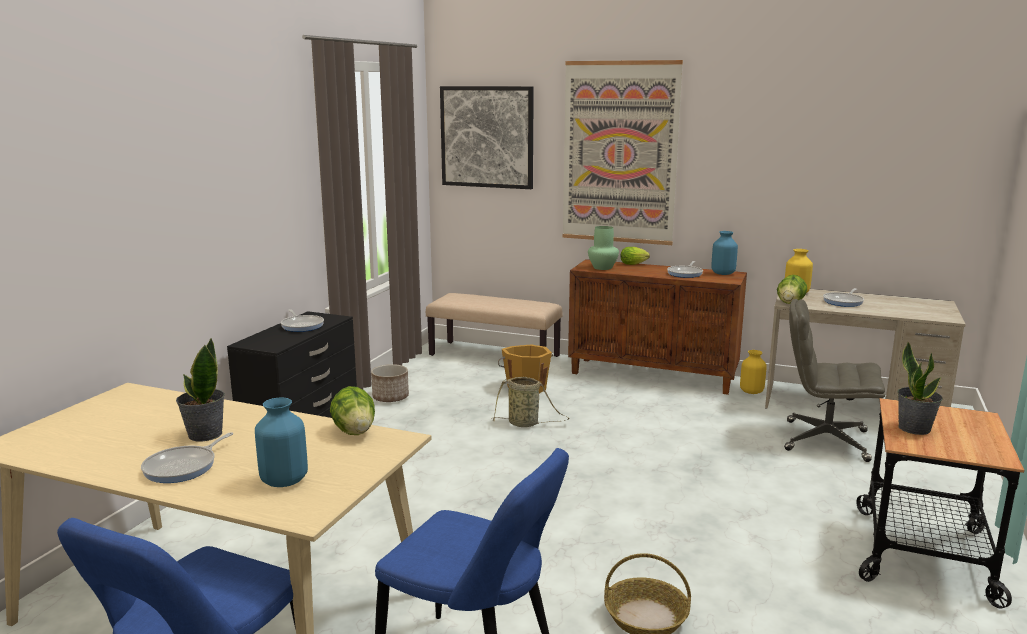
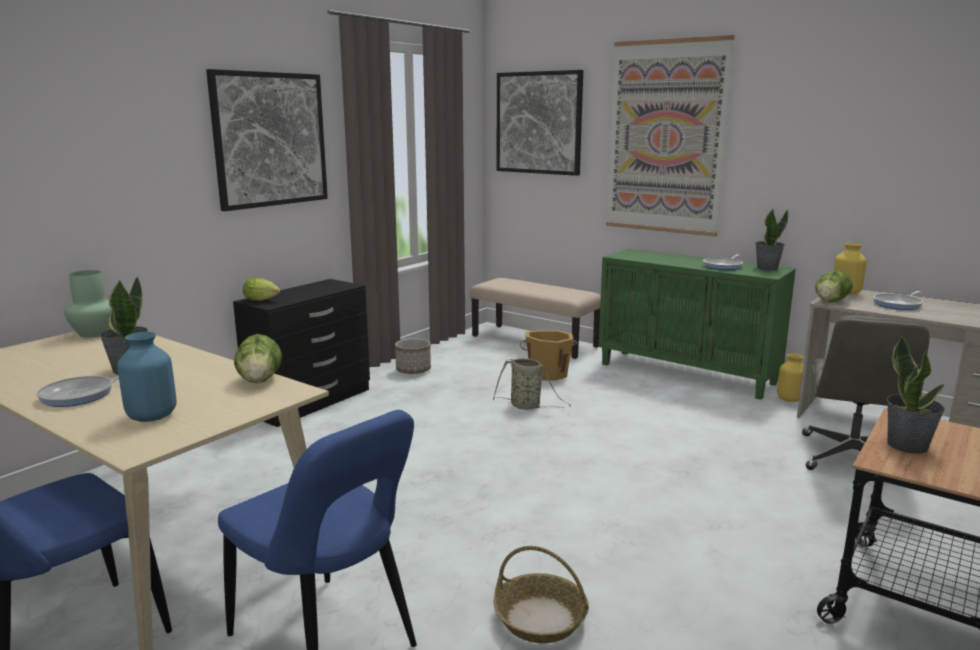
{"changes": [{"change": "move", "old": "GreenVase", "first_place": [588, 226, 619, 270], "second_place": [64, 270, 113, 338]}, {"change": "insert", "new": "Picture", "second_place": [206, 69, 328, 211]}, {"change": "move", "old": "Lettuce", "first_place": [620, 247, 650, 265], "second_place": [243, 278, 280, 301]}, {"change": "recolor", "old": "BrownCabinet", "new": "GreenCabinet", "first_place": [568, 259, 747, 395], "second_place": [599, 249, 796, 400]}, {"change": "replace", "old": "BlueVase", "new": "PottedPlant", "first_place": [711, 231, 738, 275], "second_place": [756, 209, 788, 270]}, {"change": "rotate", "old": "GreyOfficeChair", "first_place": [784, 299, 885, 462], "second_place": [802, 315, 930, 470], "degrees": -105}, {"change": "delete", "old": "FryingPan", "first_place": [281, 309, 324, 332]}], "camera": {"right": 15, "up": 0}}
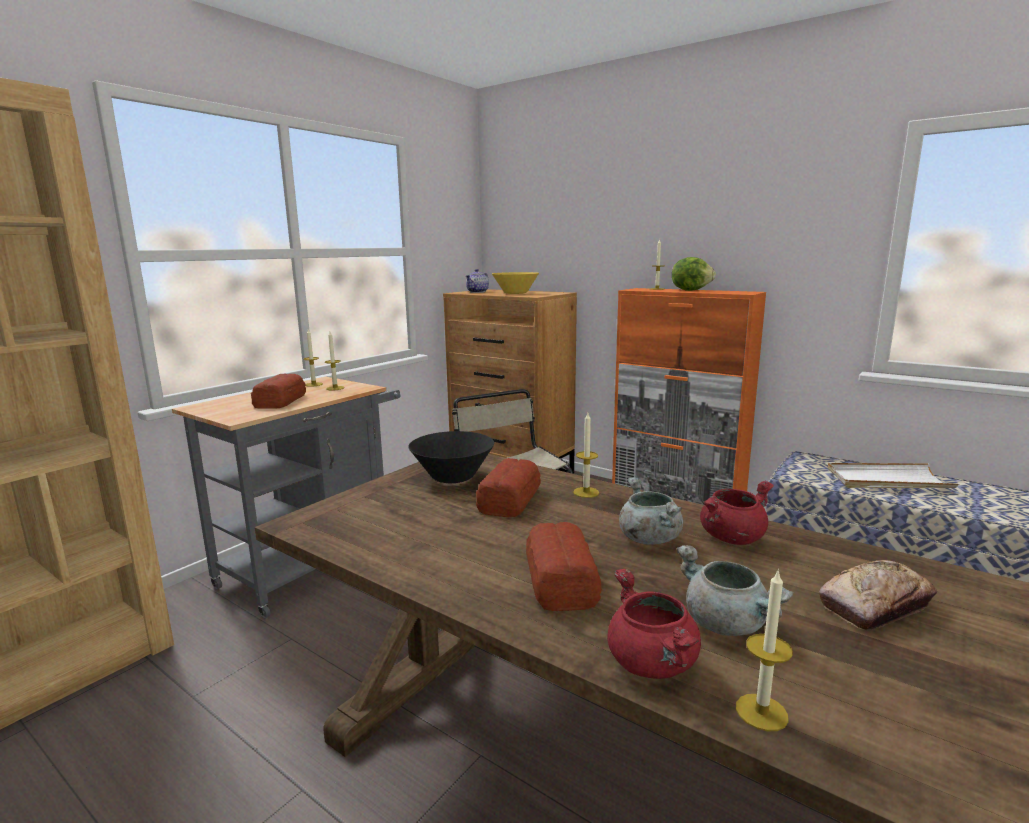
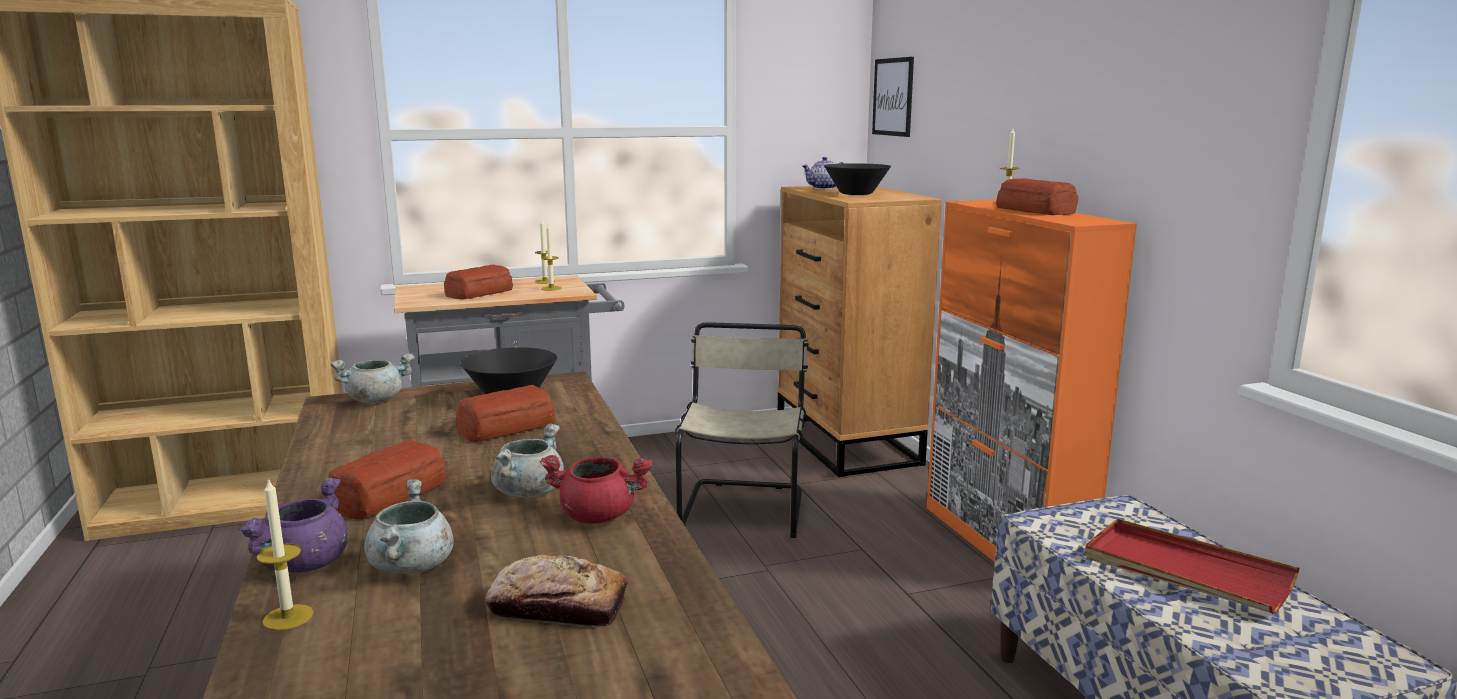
{"changes": [{"change": "recolor", "old": "RedCookingPot", "new": "PurpleCookingPot", "first_place": [607, 568, 701, 679], "second_place": [238, 477, 348, 573]}, {"change": "insert", "new": "GreyCookingPot", "second_place": [330, 353, 415, 403]}, {"change": "recolor", "old": "YellowBowl", "new": "BlackBowl", "first_place": [492, 272, 539, 294], "second_place": [824, 163, 891, 195]}, {"change": "insert", "new": "Picture", "second_place": [872, 57, 914, 137]}, {"change": "replace", "old": "Lettuce", "new": "Bread", "first_place": [672, 257, 716, 291], "second_place": [996, 178, 1078, 215]}, {"change": "recolor", "old": "WhiteTray", "new": "RedTray", "first_place": [828, 463, 959, 488], "second_place": [1085, 519, 1300, 613]}, {"change": "delete", "old": "Candle", "first_place": [573, 413, 599, 498]}], "camera": {"right": 35, "up": 0}}
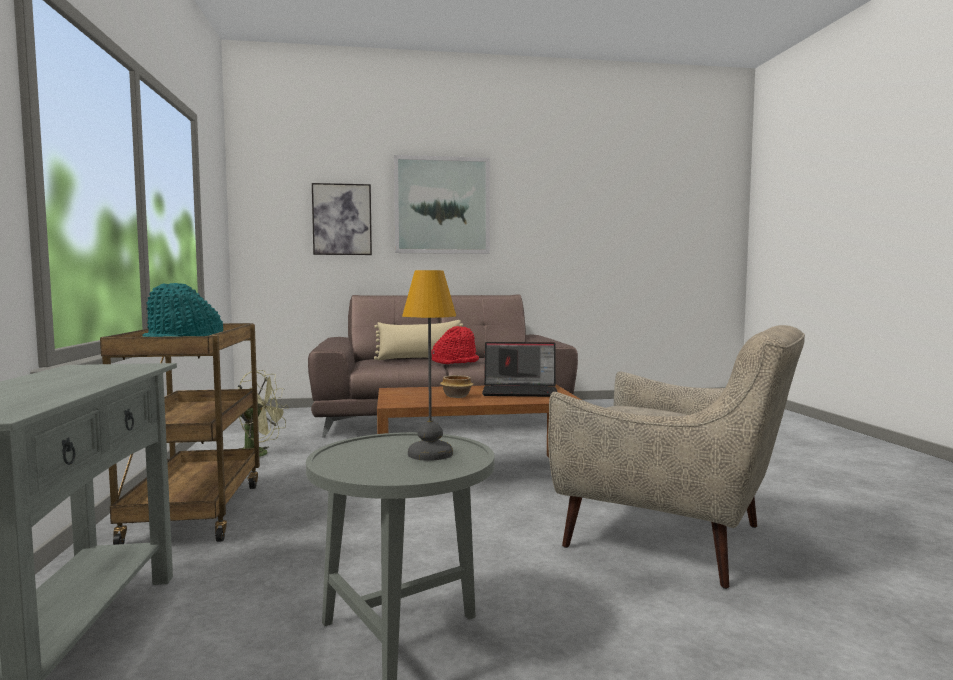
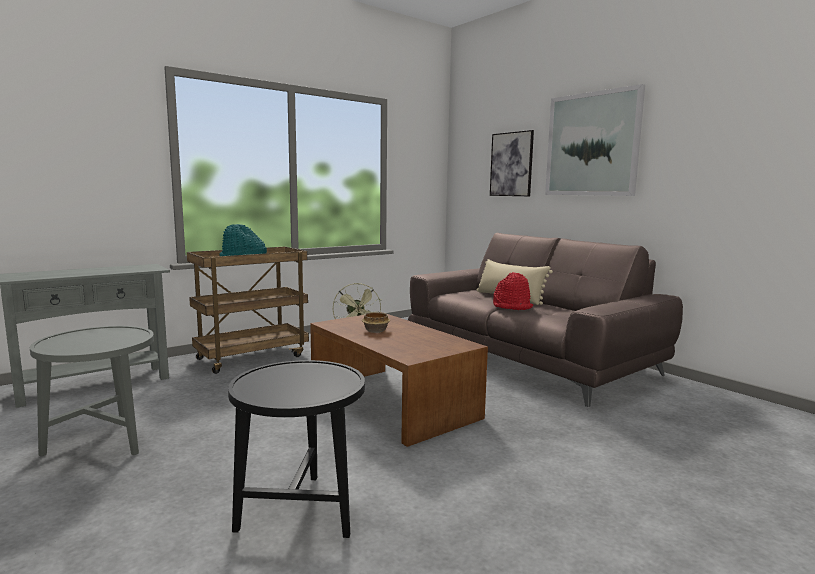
{"changes": [{"change": "replace", "old": "BeigeArmchair", "new": "BlackSideTable", "first_place": [548, 325, 805, 589], "second_place": [228, 360, 365, 538]}, {"change": "delete", "old": "TableLamp", "first_place": [402, 270, 456, 461]}, {"change": "delete", "old": "Laptop", "first_place": [482, 342, 557, 397]}], "camera": {"right": 60, "up": 5}}
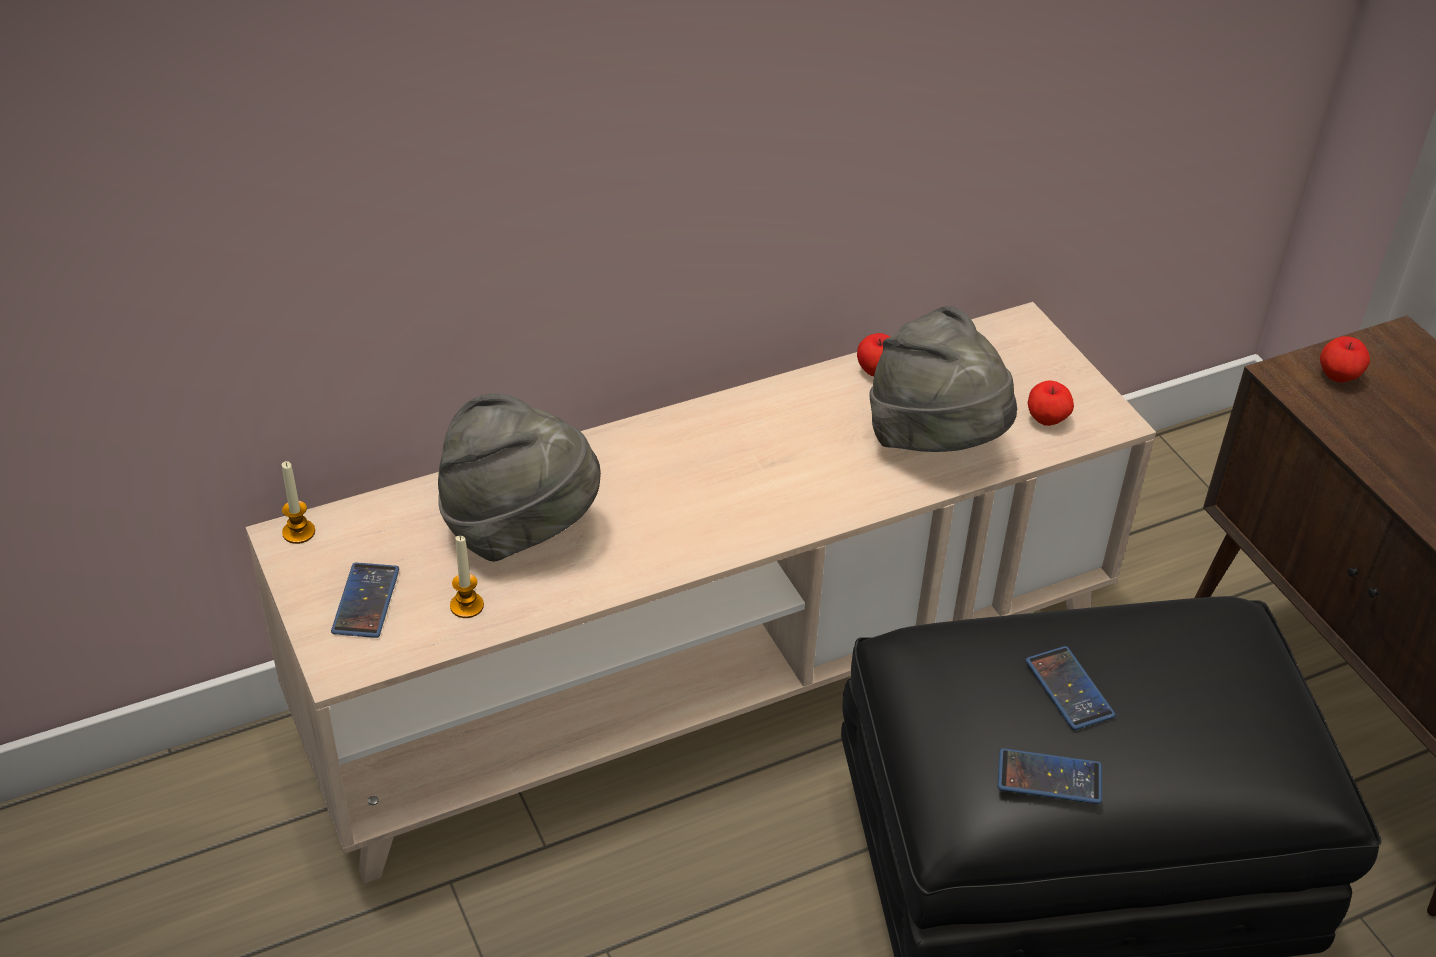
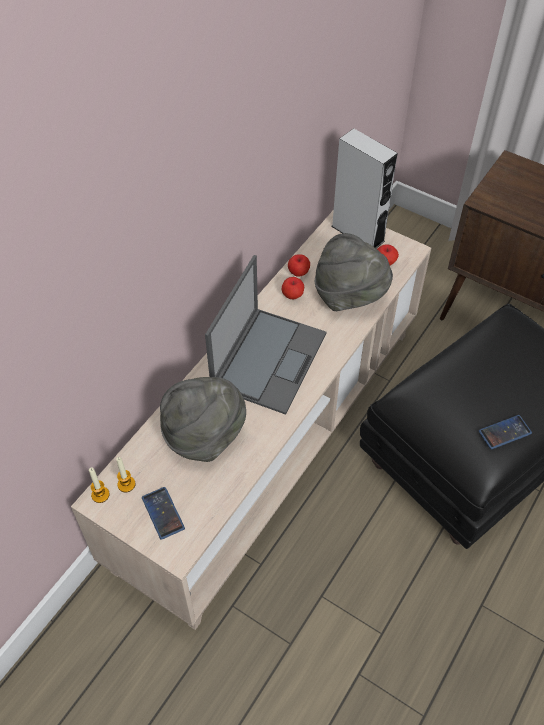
{"changes": [{"change": "move", "old": "Candle", "first_place": [450, 536, 484, 618], "second_place": [116, 457, 135, 492]}, {"change": "insert", "new": "Laptop", "second_place": [205, 255, 327, 415]}, {"change": "move", "old": "Apple", "first_place": [1320, 336, 1370, 383], "second_place": [282, 277, 304, 299]}, {"change": "insert", "new": "GreySpeaker", "second_place": [331, 128, 397, 248]}, {"change": "delete", "old": "Phone", "first_place": [1026, 646, 1116, 730]}], "camera": {"right": -30, "up": 10}}
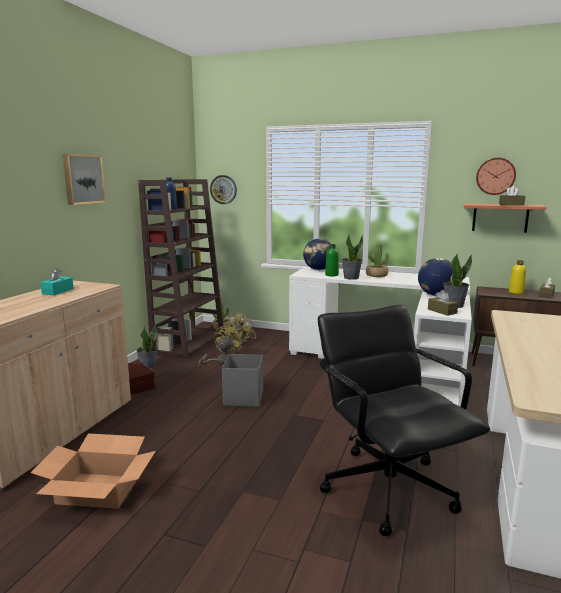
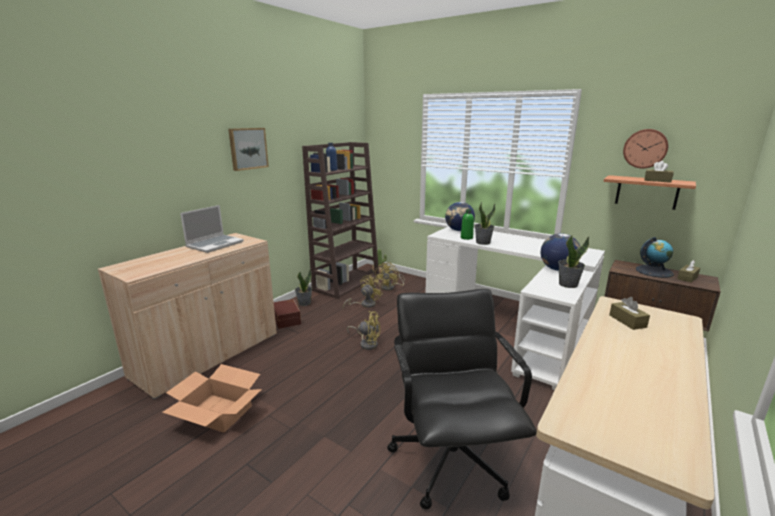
{"changes": [{"change": "replace", "old": "TurquoiseTissueBox", "new": "Laptop", "first_place": [40, 268, 74, 295], "second_place": [180, 205, 244, 253]}, {"change": "replace", "old": "GreyStorageBox", "new": "YellowFan", "first_place": [222, 354, 264, 407], "second_place": [347, 311, 381, 350]}, {"change": "move", "old": "BrownTissueBox", "first_place": [428, 290, 458, 316], "second_place": [609, 297, 650, 330]}, {"change": "replace", "old": "YellowBottle", "new": "Globe", "first_place": [509, 260, 526, 294], "second_place": [636, 237, 674, 278]}, {"change": "delete", "old": "WallClock", "first_place": [210, 175, 237, 204]}, {"change": "delete", "old": "PottedPlant", "first_place": [366, 242, 389, 277]}], "camera": {"right": 15, "up": 5}}
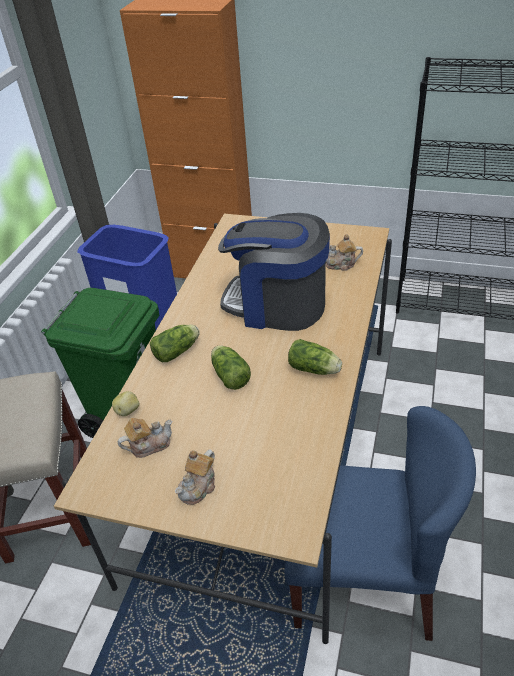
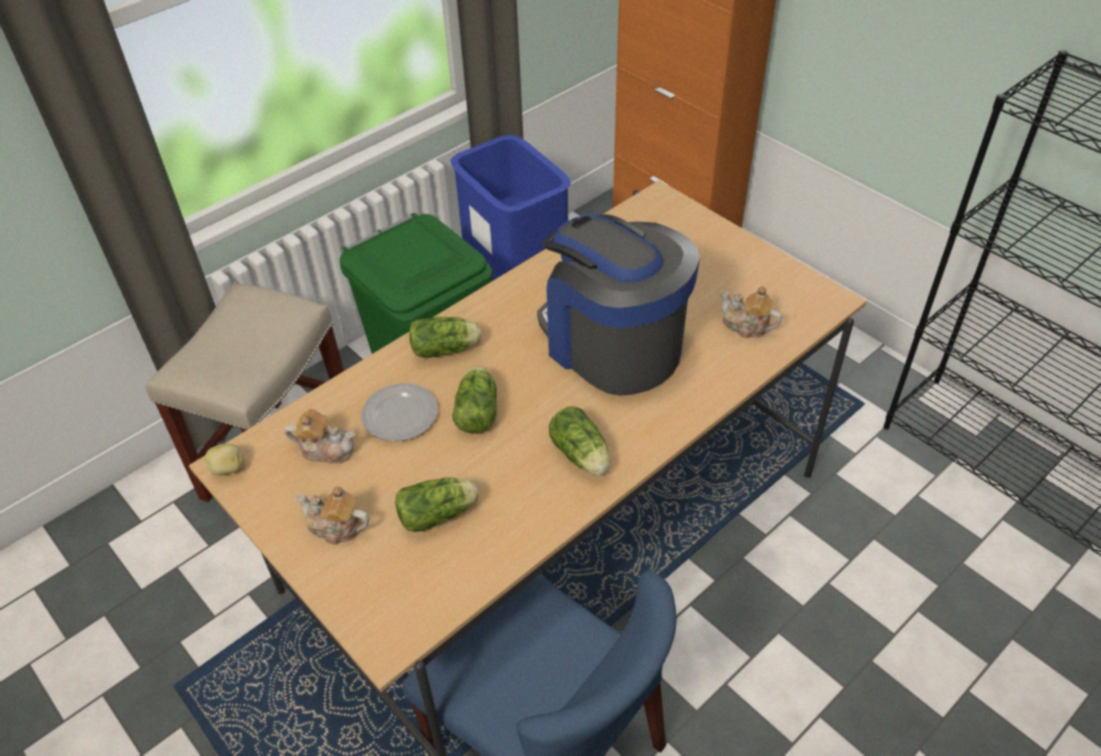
{"changes": [{"change": "move", "old": "Potato", "first_place": [112, 391, 140, 416], "second_place": [205, 444, 244, 476]}, {"change": "rotate", "old": "Teapot", "first_place": [175, 449, 215, 505], "second_place": [296, 486, 370, 545], "degrees": 45}, {"change": "insert", "new": "Plate", "second_place": [361, 383, 438, 441]}, {"change": "insert", "new": "Lettuce", "second_place": [395, 477, 479, 532]}], "camera": {"right": 30, "up": 5}}
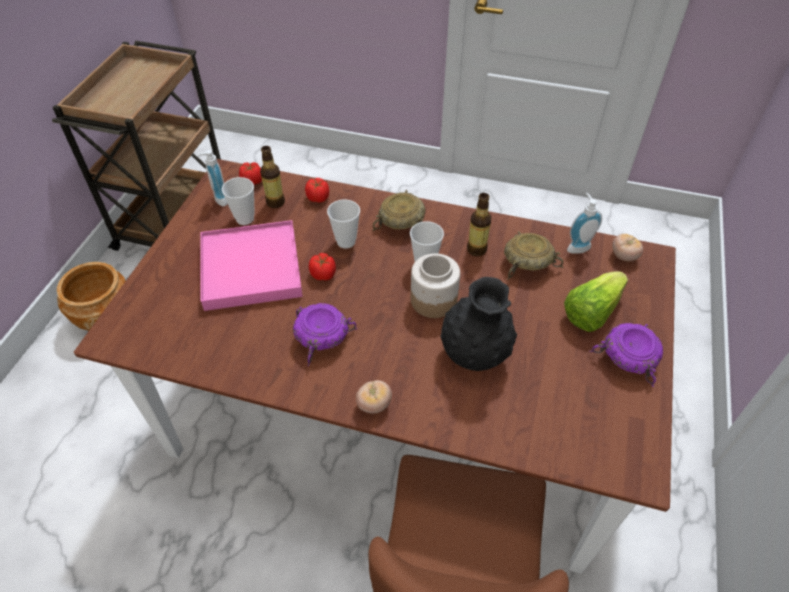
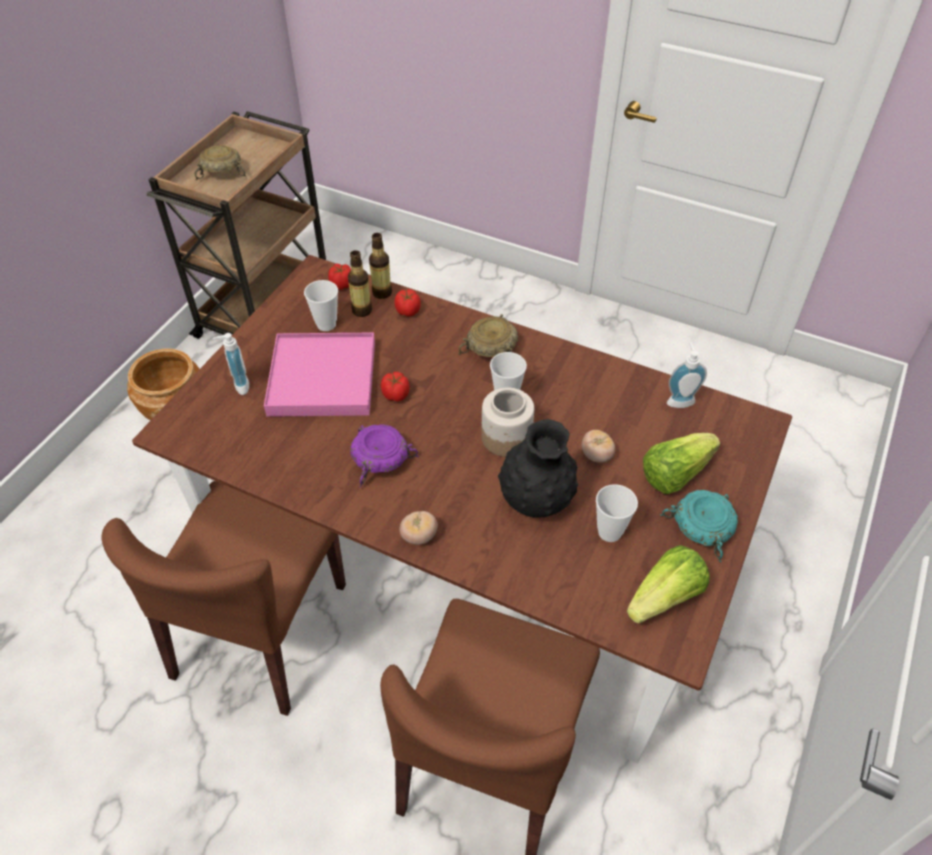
{"changes": [{"change": "insert", "new": "BrownChair", "second_place": [101, 481, 346, 716]}, {"change": "move", "old": "BeigeBowl", "first_place": [504, 231, 563, 280], "second_place": [195, 145, 247, 180]}, {"change": "move", "old": "SoapDispenser", "first_place": [196, 150, 228, 206], "second_place": [212, 333, 249, 395]}, {"change": "move", "old": "Bottle", "first_place": [467, 193, 492, 256], "second_place": [369, 233, 392, 299]}, {"change": "move", "old": "Tomato", "first_place": [612, 234, 643, 261], "second_place": [582, 430, 615, 463]}, {"change": "move", "old": "Cup", "first_place": [327, 200, 360, 248], "second_place": [596, 484, 638, 542]}, {"change": "insert", "new": "Lettuce", "second_place": [627, 545, 710, 623]}, {"change": "recolor", "old": "PurpleBowl", "new": "TurquoiseBowl", "first_place": [589, 323, 663, 387], "second_place": [660, 490, 738, 562]}], "camera": {"right": 10, "up": 0}}
